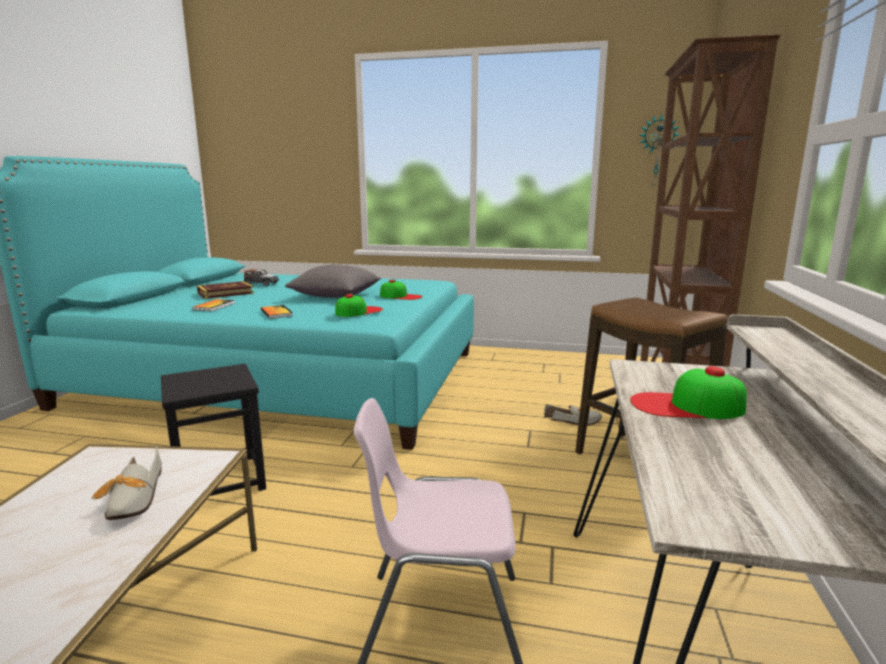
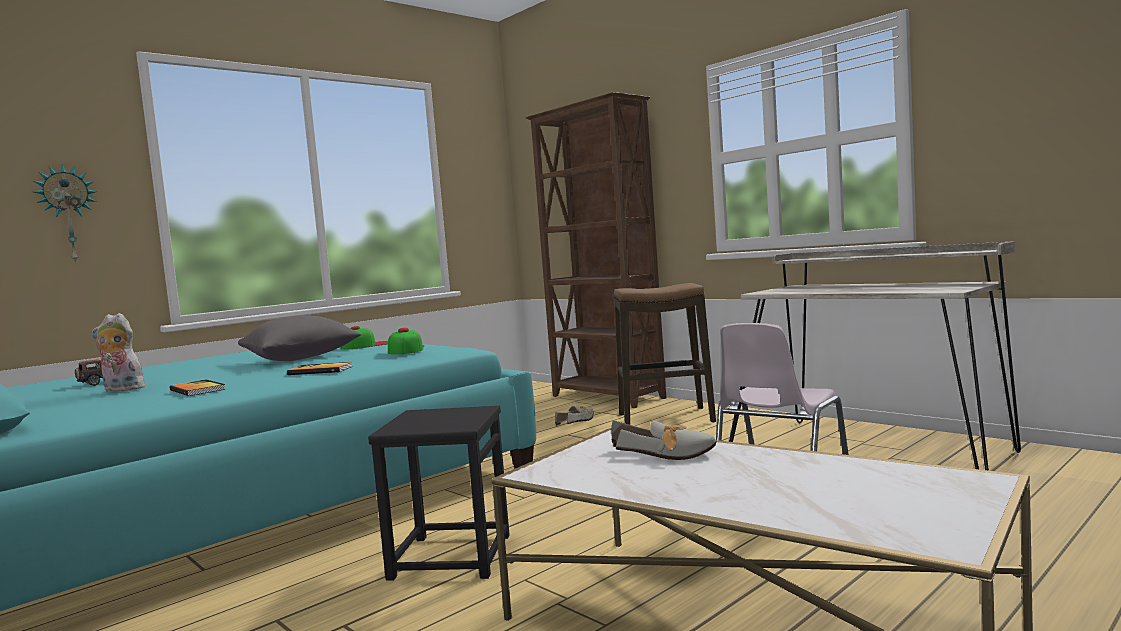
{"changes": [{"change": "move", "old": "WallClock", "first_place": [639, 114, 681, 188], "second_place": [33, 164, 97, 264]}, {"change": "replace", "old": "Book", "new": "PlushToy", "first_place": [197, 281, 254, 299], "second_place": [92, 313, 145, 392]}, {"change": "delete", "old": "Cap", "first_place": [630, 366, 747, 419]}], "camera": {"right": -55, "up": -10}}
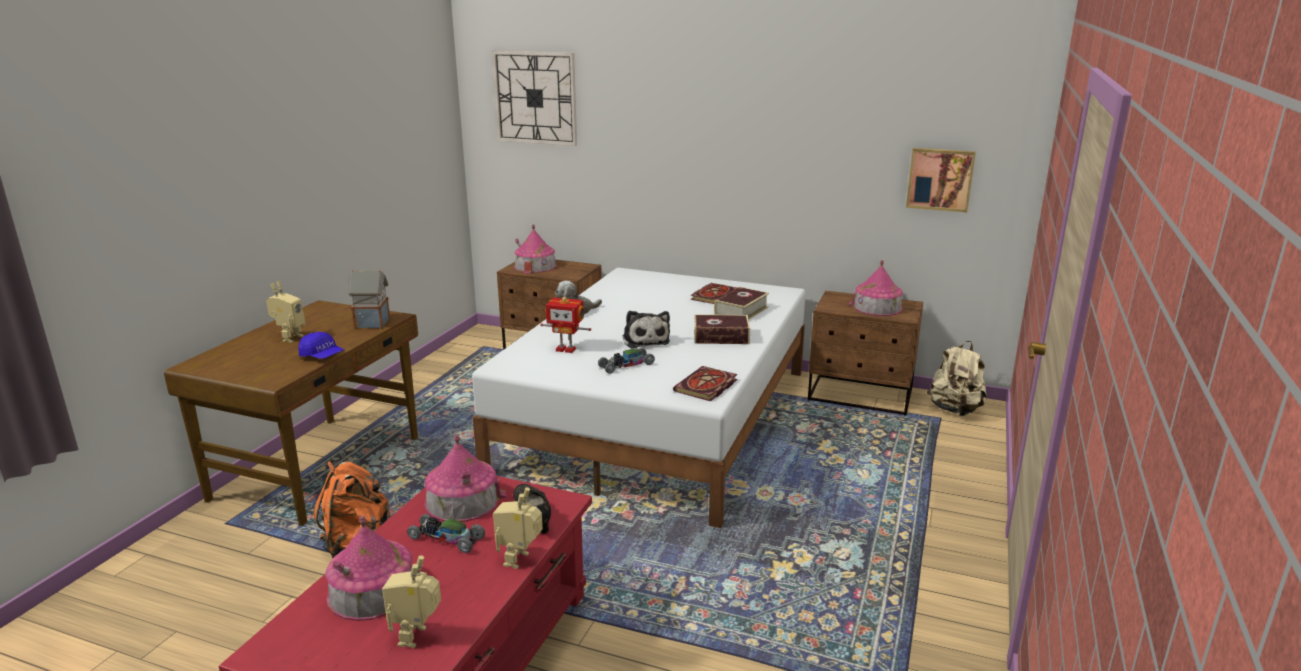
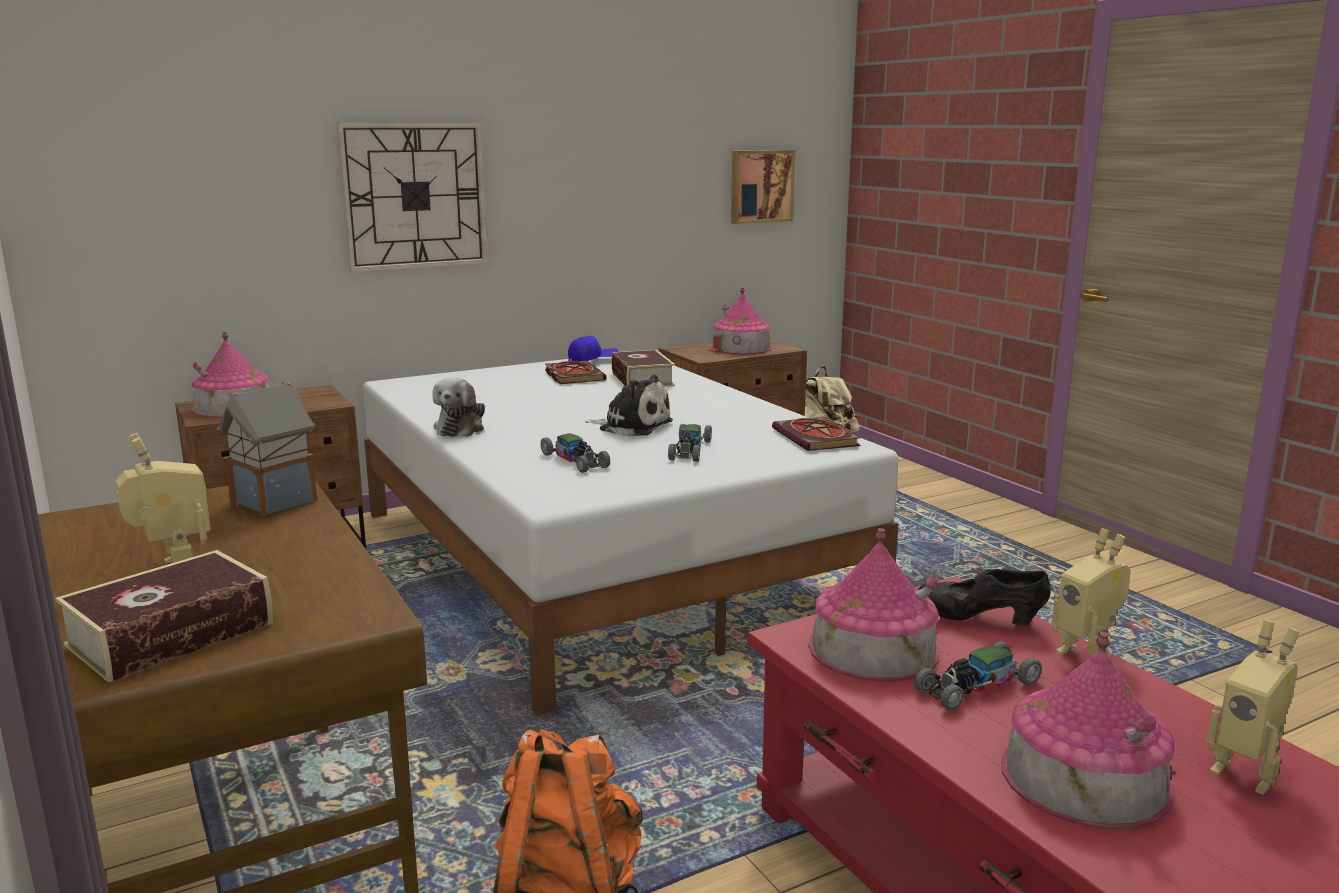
{"changes": [{"change": "move", "old": "Book", "first_place": [694, 314, 750, 344], "second_place": [55, 550, 273, 683]}, {"change": "move", "old": "WallClock", "first_place": [492, 51, 577, 146], "second_place": [336, 122, 488, 272]}, {"change": "replace", "old": "ToyRobot", "new": "ToyCar", "first_place": [540, 297, 591, 353], "second_place": [540, 433, 610, 473]}, {"change": "move", "old": "BlueCap", "first_place": [299, 332, 344, 359], "second_place": [568, 336, 618, 361]}], "camera": {"right": -50, "up": -5}}
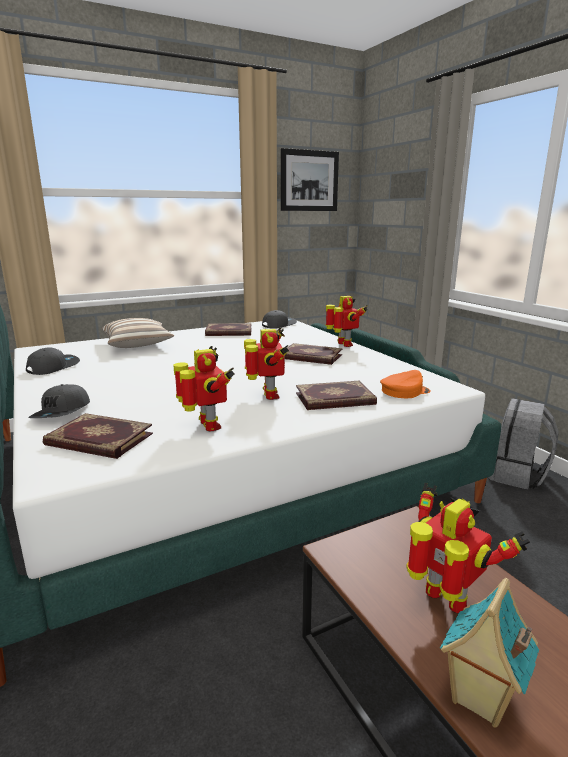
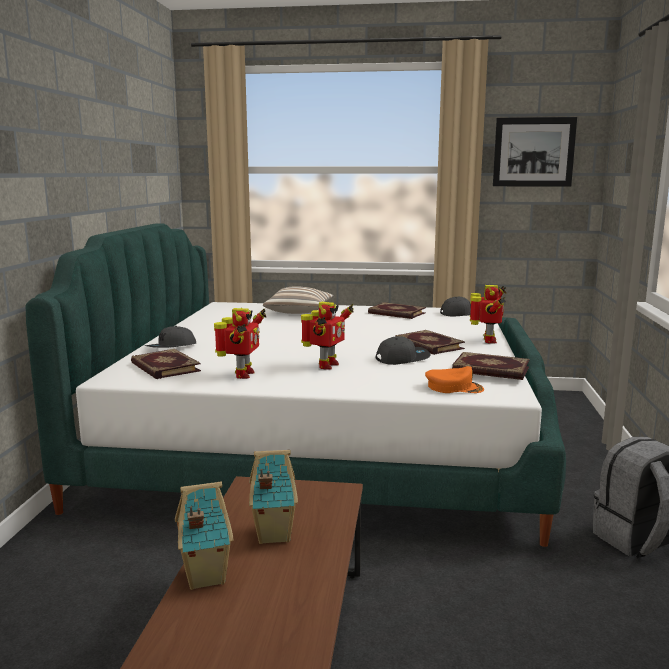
{"changes": [{"change": "replace", "old": "ToyRobot", "new": "ToyHouse", "first_place": [406, 483, 530, 613], "second_place": [249, 450, 298, 544]}, {"change": "move", "old": "GreyCap", "first_place": [26, 347, 80, 375], "second_place": [375, 336, 431, 365]}, {"change": "move", "old": "Book", "first_place": [296, 381, 377, 410], "second_place": [452, 352, 530, 380]}], "camera": {"right": 35, "up": -5}}
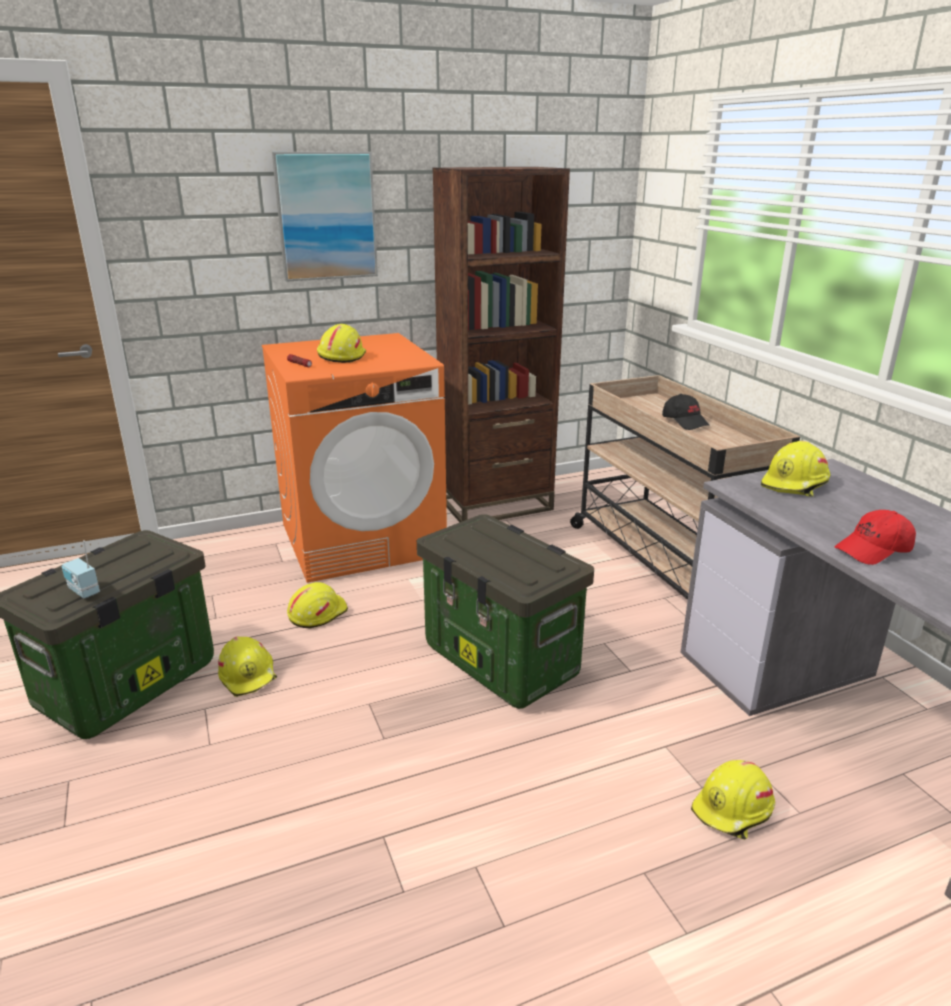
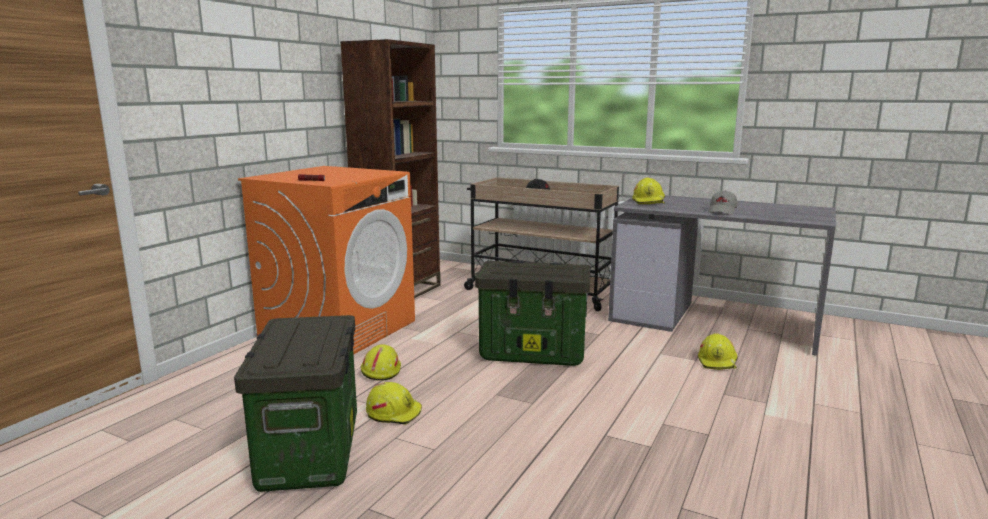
{"changes": [{"change": "recolor", "old": "RedCap", "new": "GreyCap", "first_place": [835, 510, 916, 565], "second_place": [708, 190, 738, 215]}, {"change": "delete", "old": "Radio", "first_place": [62, 540, 100, 598]}, {"change": "delete", "old": "Picture", "first_place": [272, 152, 378, 282]}, {"change": "delete", "old": "YellowHardHat", "first_place": [317, 324, 366, 363]}], "camera": {"right": -40, "up": -10}}
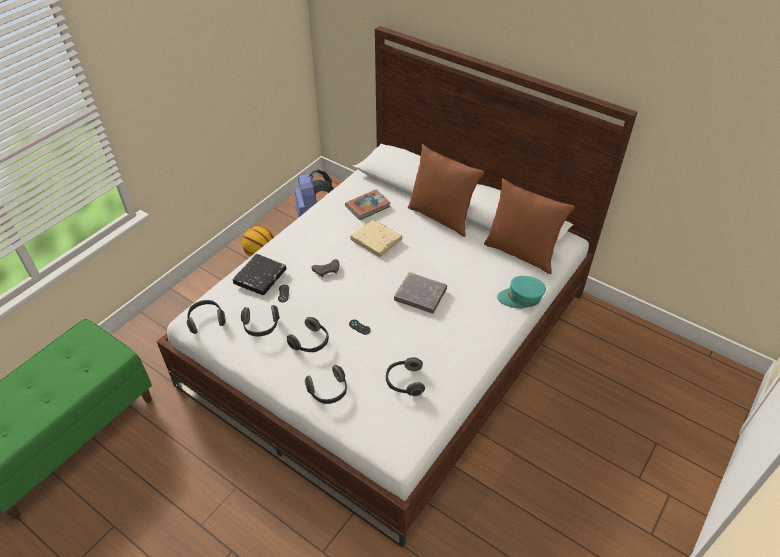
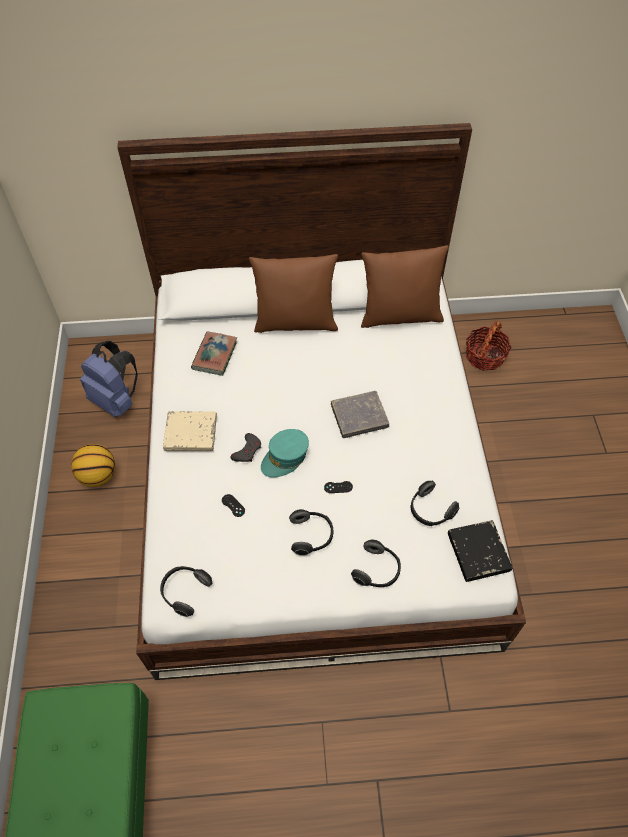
{"changes": [{"change": "move", "old": "BeigeBook", "first_place": [351, 219, 402, 257], "second_place": [163, 411, 217, 451]}, {"change": "move", "old": "TurquoiseCap", "first_place": [497, 276, 546, 309], "second_place": [261, 429, 309, 478]}, {"change": "move", "old": "BlackBook", "first_place": [233, 254, 287, 295], "second_place": [448, 520, 512, 582]}, {"change": "insert", "new": "Basket", "second_place": [466, 321, 511, 371]}, {"change": "delete", "old": "Headphones", "first_place": [241, 305, 279, 337]}], "camera": {"right": -40, "up": 10}}
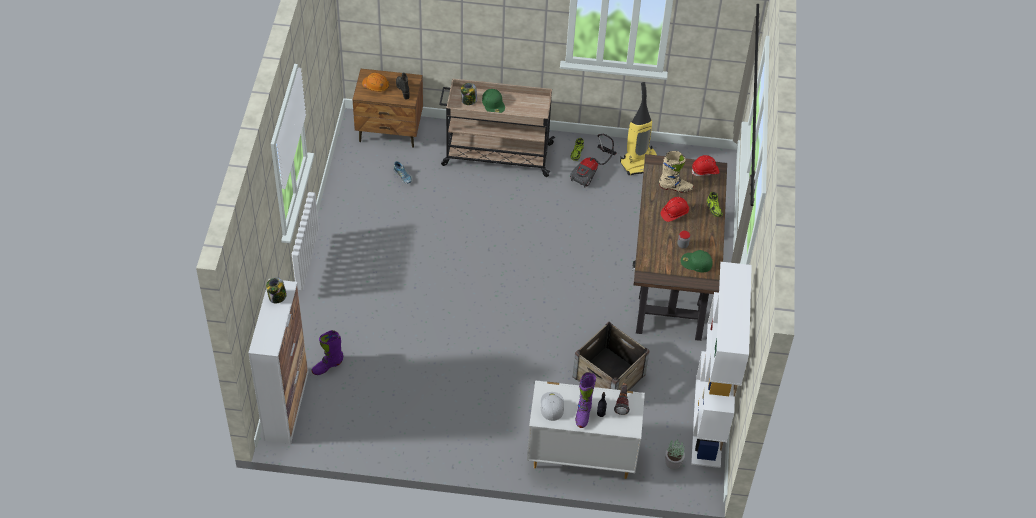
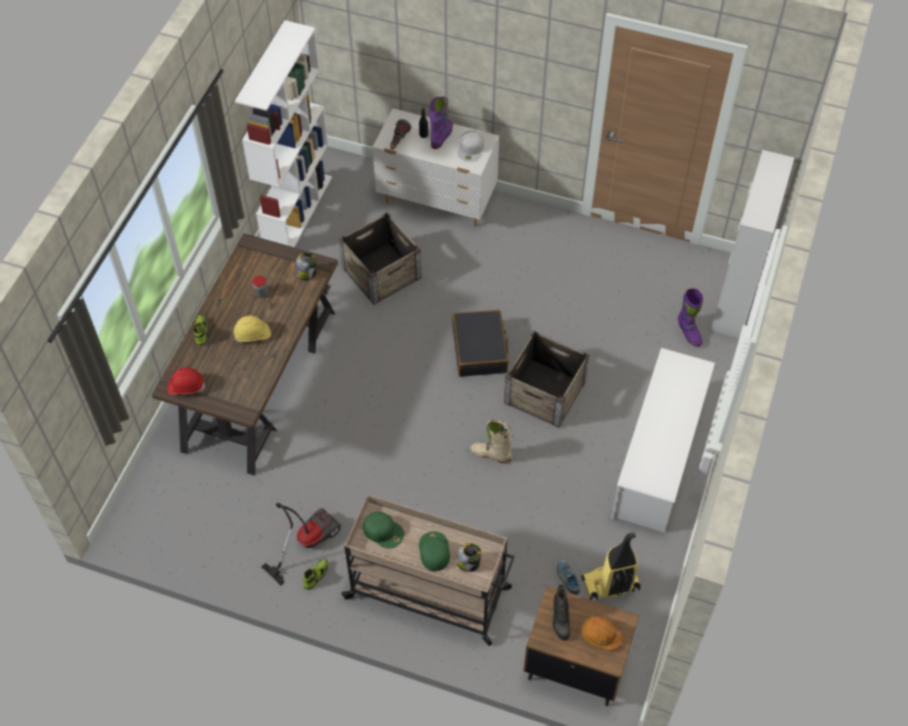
{"changes": [{"change": "recolor", "old": "RedHardHat", "new": "YellowHardHat", "first_place": [661, 197, 689, 222], "second_place": [234, 316, 271, 343]}, {"change": "move", "old": "Jar", "first_place": [266, 277, 287, 303], "second_place": [296, 252, 316, 281]}, {"change": "move", "old": "GreenCap", "first_place": [681, 250, 713, 272], "second_place": [363, 511, 404, 549]}, {"change": "insert", "new": "BlackSuitcase", "second_place": [452, 310, 509, 377]}, {"change": "move", "old": "BeigeBoot", "first_place": [659, 151, 694, 193], "second_place": [471, 420, 513, 463]}, {"change": "insert", "new": "Crate", "second_place": [504, 331, 589, 428]}, {"change": "move", "old": "VacuumCleaner", "first_place": [620, 82, 657, 175], "second_place": [581, 533, 641, 600]}, {"change": "insert", "new": "WhiteShoeRack", "second_place": [611, 348, 715, 533]}, {"change": "rotate", "old": "PurpleBoot", "first_place": [311, 330, 343, 375], "second_place": [678, 288, 703, 347], "degrees": 90}, {"change": "delete", "old": "PottedPlant", "first_place": [665, 440, 685, 469]}], "camera": {"right": -165, "up": 5}}
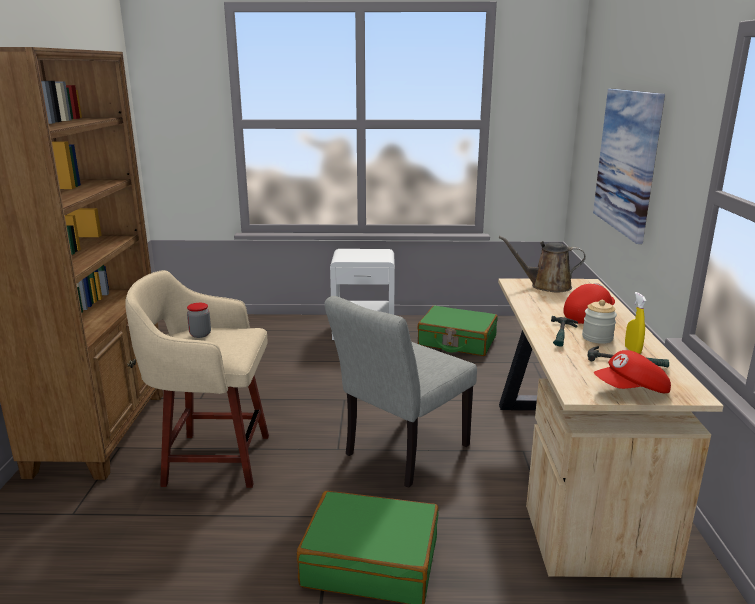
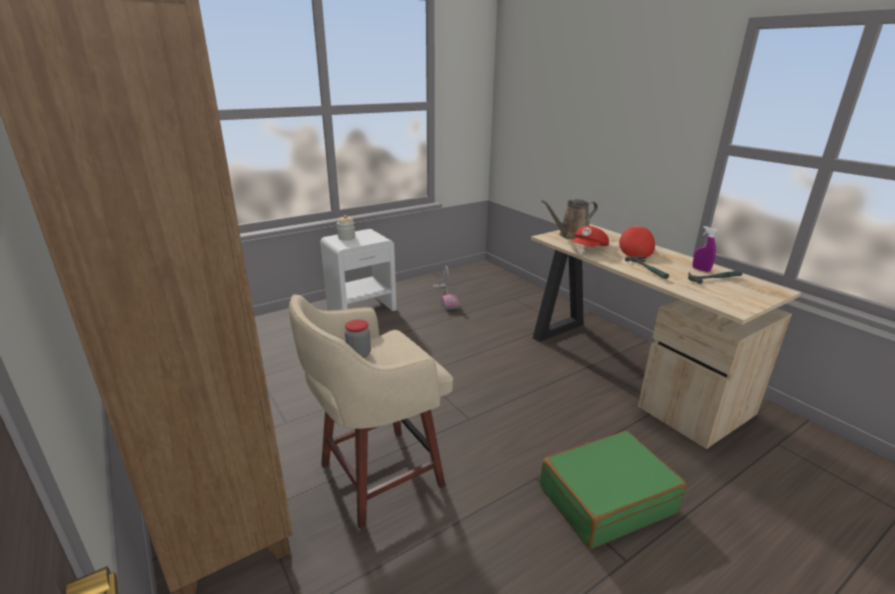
{"changes": [{"change": "move", "old": "Jar", "first_place": [582, 300, 617, 344], "second_place": [337, 215, 355, 240]}, {"change": "replace", "old": "GreenSuitcase", "new": "VacuumCleaner", "first_place": [417, 305, 498, 356], "second_place": [433, 266, 459, 310]}, {"change": "move", "old": "RedCap", "first_place": [594, 350, 671, 393], "second_place": [572, 226, 609, 247]}, {"change": "recolor", "old": "YellowSprayBottle", "new": "PurpleSprayBottle", "first_place": [625, 292, 647, 354], "second_place": [693, 226, 718, 272]}, {"change": "delete", "old": "GreyChair", "first_place": [324, 296, 477, 488]}, {"change": "delete", "old": "Picture", "first_place": [593, 89, 665, 244]}], "camera": {"right": -35, "up": 5}}
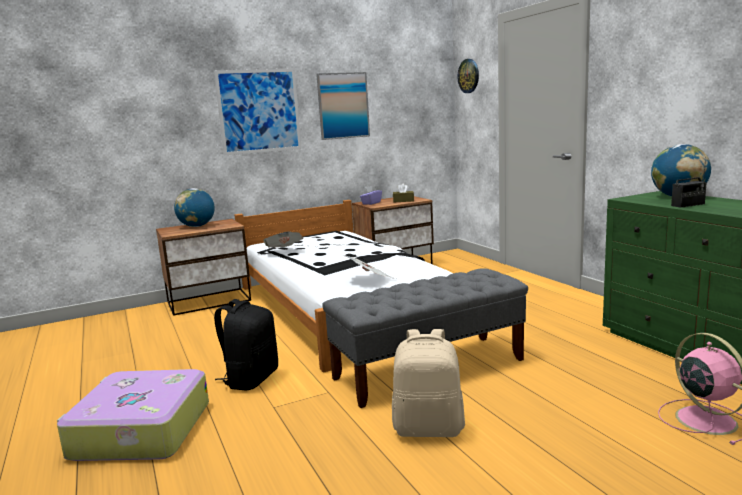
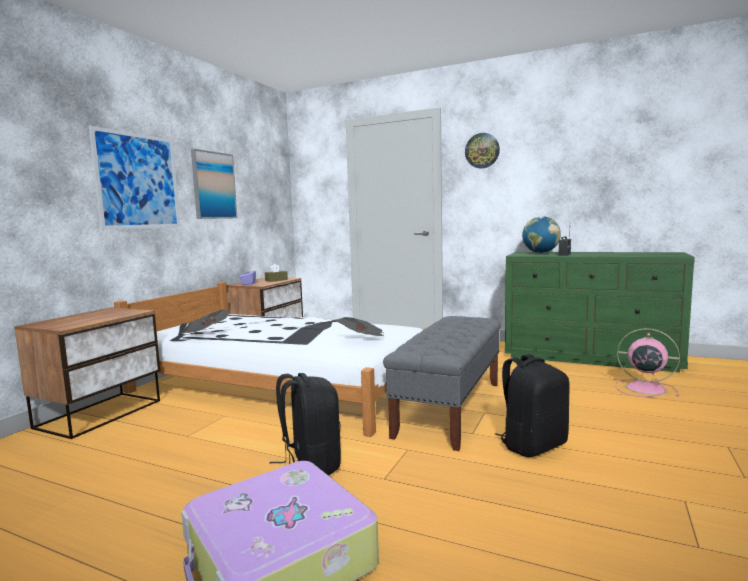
{"changes": [{"change": "move", "old": "WallClock", "first_place": [457, 59, 479, 93], "second_place": [465, 133, 500, 169]}, {"change": "recolor", "old": "BeigeBackpack", "new": "BlackBackpack", "first_place": [392, 329, 465, 437], "second_place": [495, 354, 570, 457]}, {"change": "delete", "old": "Globe", "first_place": [174, 188, 215, 227]}], "camera": {"right": -40, "up": -5}}
